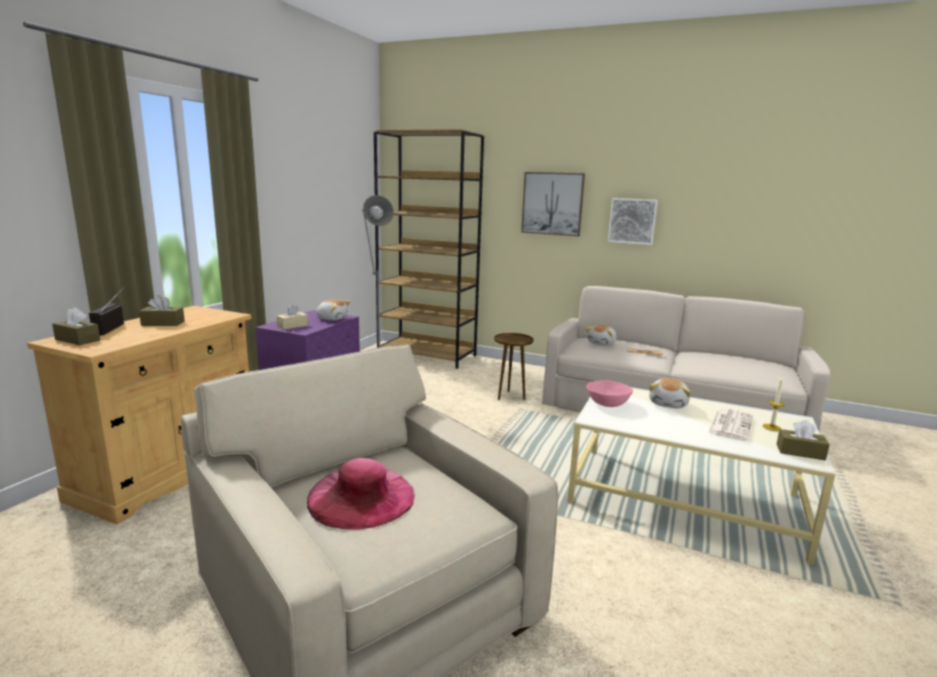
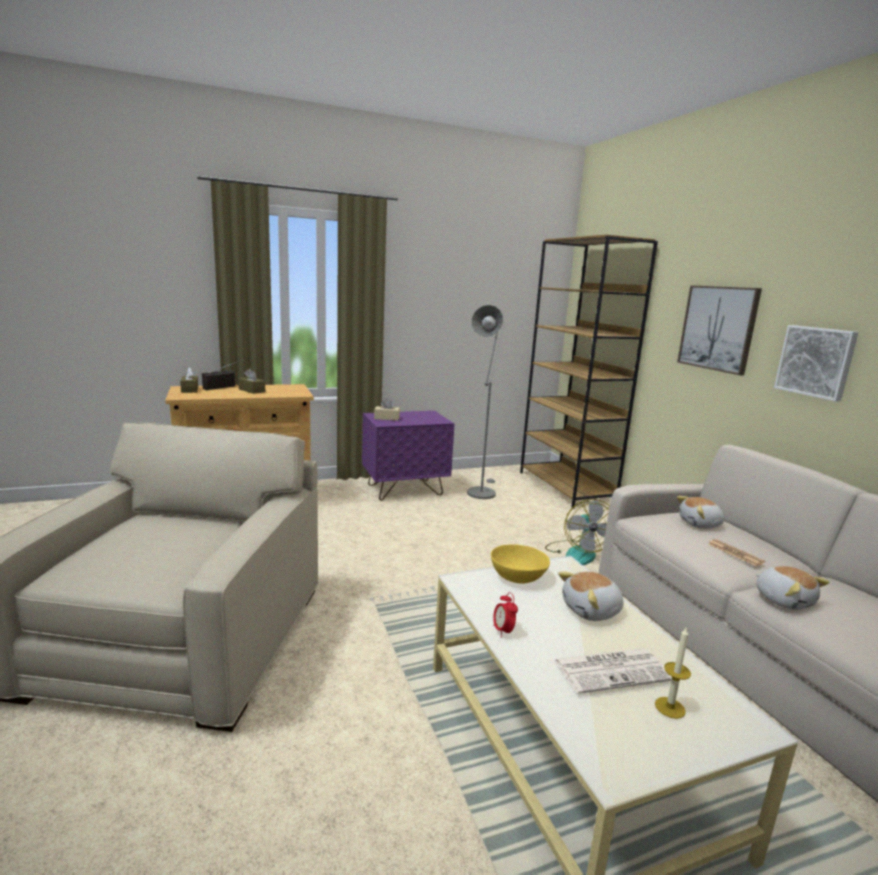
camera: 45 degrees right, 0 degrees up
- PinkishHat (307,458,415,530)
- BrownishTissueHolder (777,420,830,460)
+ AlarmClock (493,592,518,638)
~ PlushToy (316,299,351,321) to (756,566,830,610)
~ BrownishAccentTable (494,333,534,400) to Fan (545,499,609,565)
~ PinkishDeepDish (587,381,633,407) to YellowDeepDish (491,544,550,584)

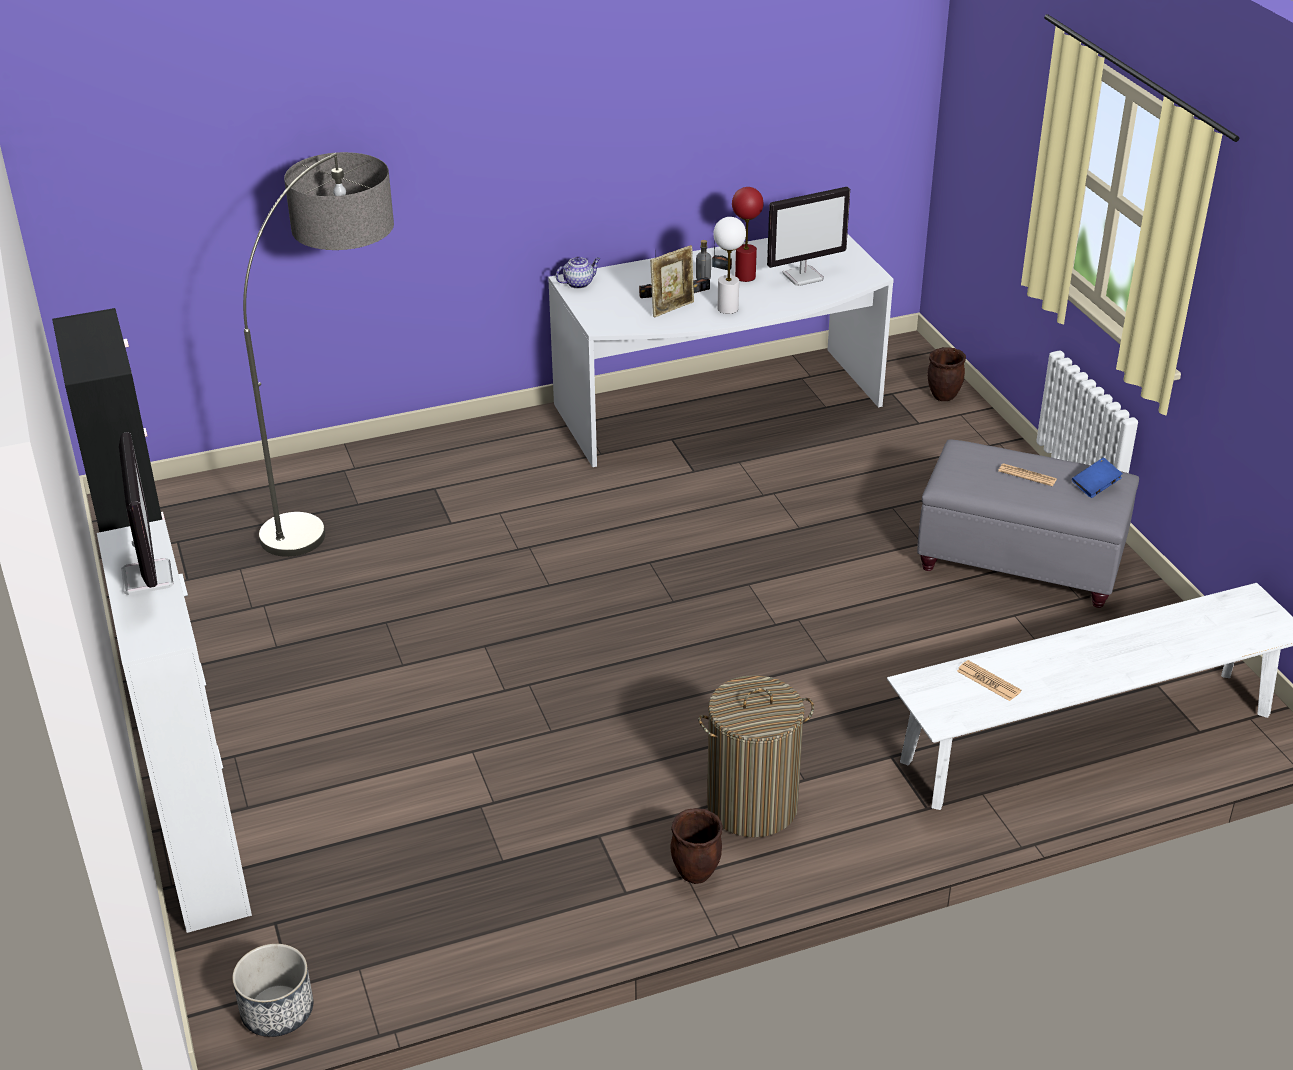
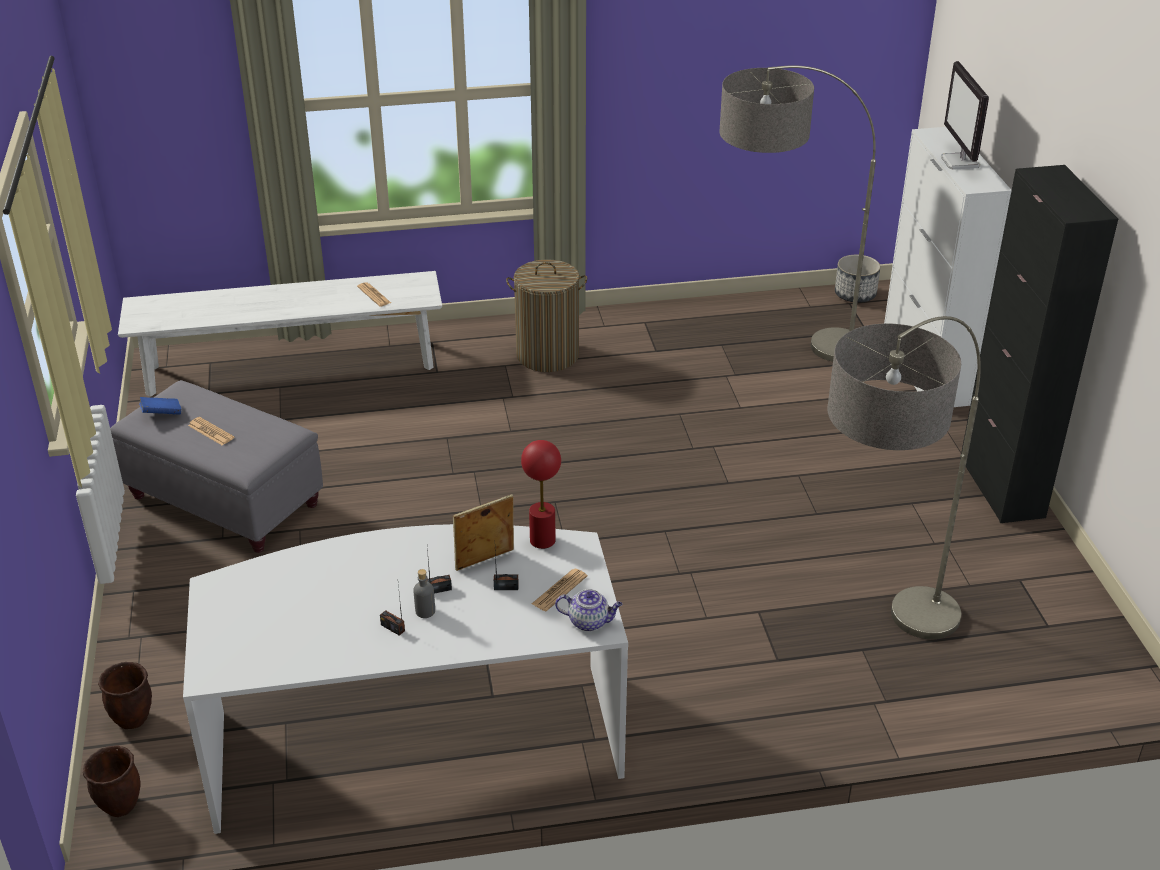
camera: 170 degrees left, 0 degrees up
- WhiteLampForATable (713,217,746,314)
- ComputerScreen (767,187,850,286)
+ PrintedPaper (532,569,587,612)
+ StandingLamp (719,65,876,362)
~ BrownishFlowerPot (670,808,723,884) to (83,745,140,817)
~ RedLampForATable (732,187,763,282) to (521,440,561,549)
~ Teapot (556,256,601,289) = (555,589,623,631) 150 degrees counterclockwise

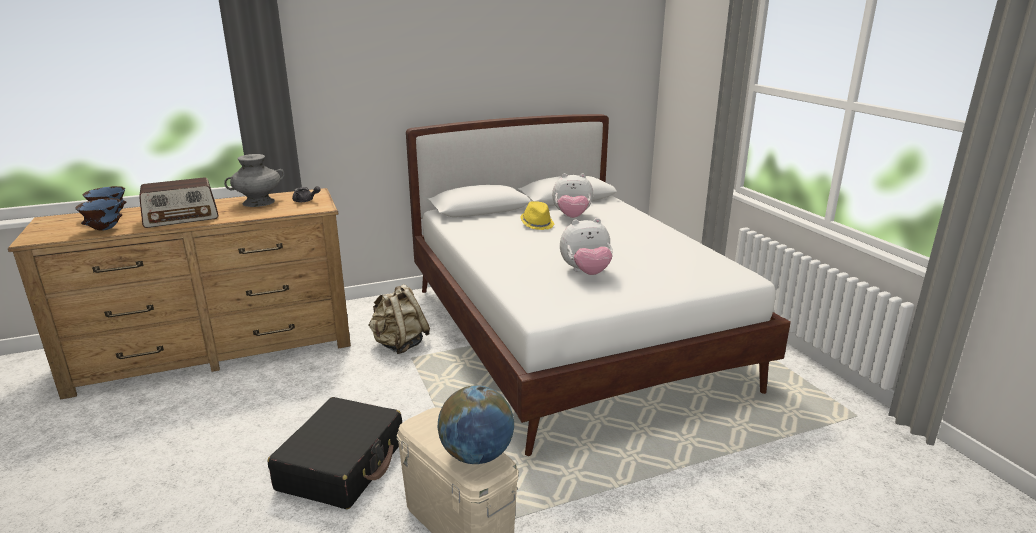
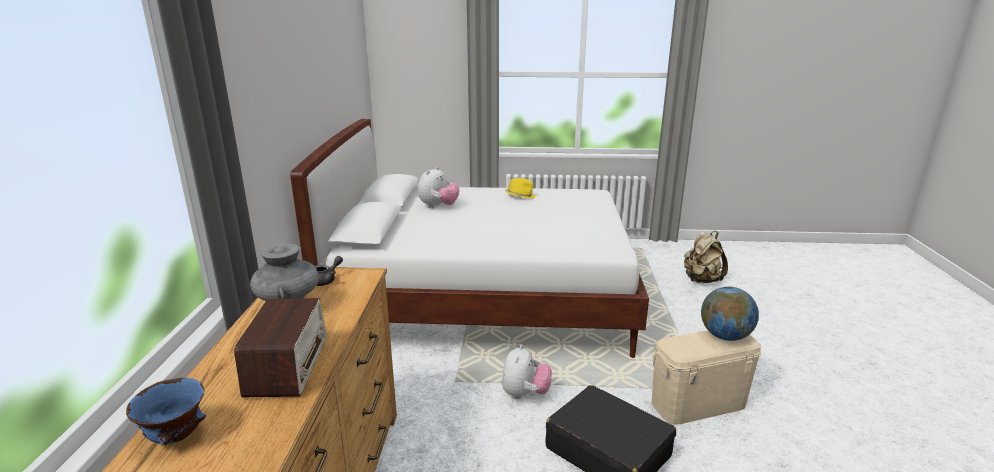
camera: 65 degrees left, 0 degrees up
- BluishDeepDish (75,198,122,231)
~ SandColouredBackpack (369,284,430,354) to (684,231,728,283)
~ YellowHat (520,201,554,230) to (505,178,536,198)
~ PlushToy (560,218,613,275) to (502,345,552,399)

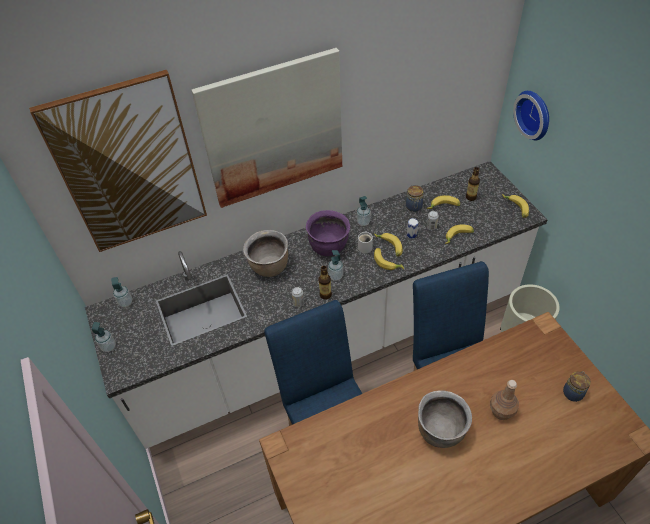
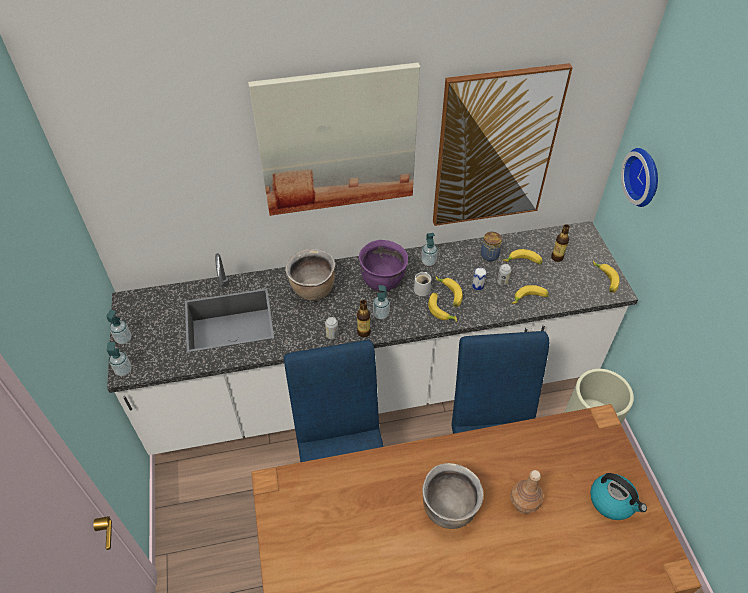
camera: 10 degrees right, 0 degrees up
~ WallArt (29,70,207,252) to (433,63,573,226)
~ LiquidSoapBottle (111,277,132,307) to (107,342,132,376)
~ Jar (563,371,591,402) to WaterKettle (590,473,647,520)

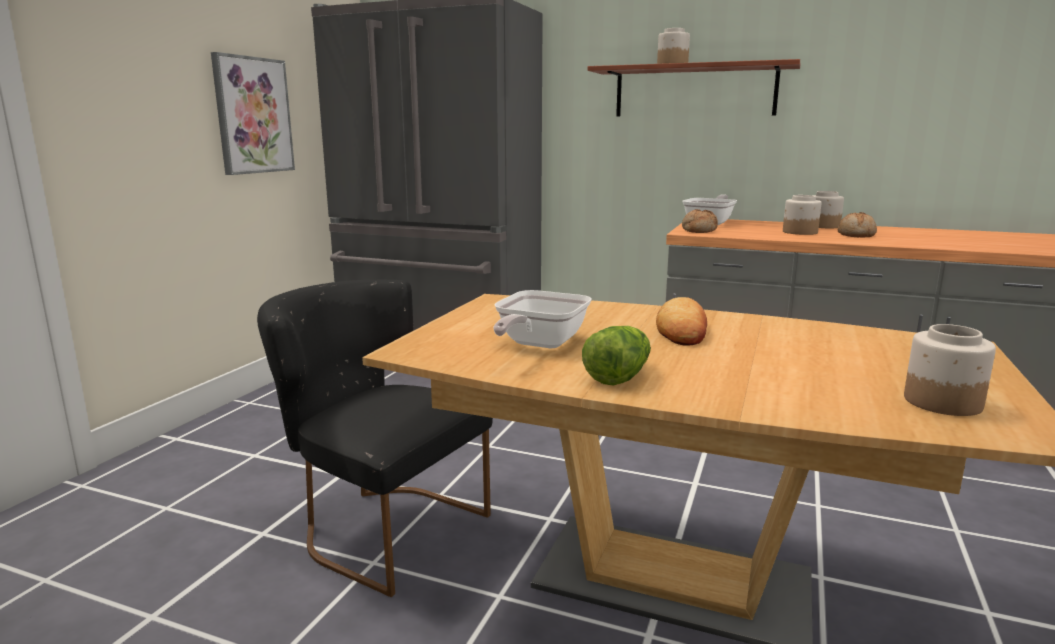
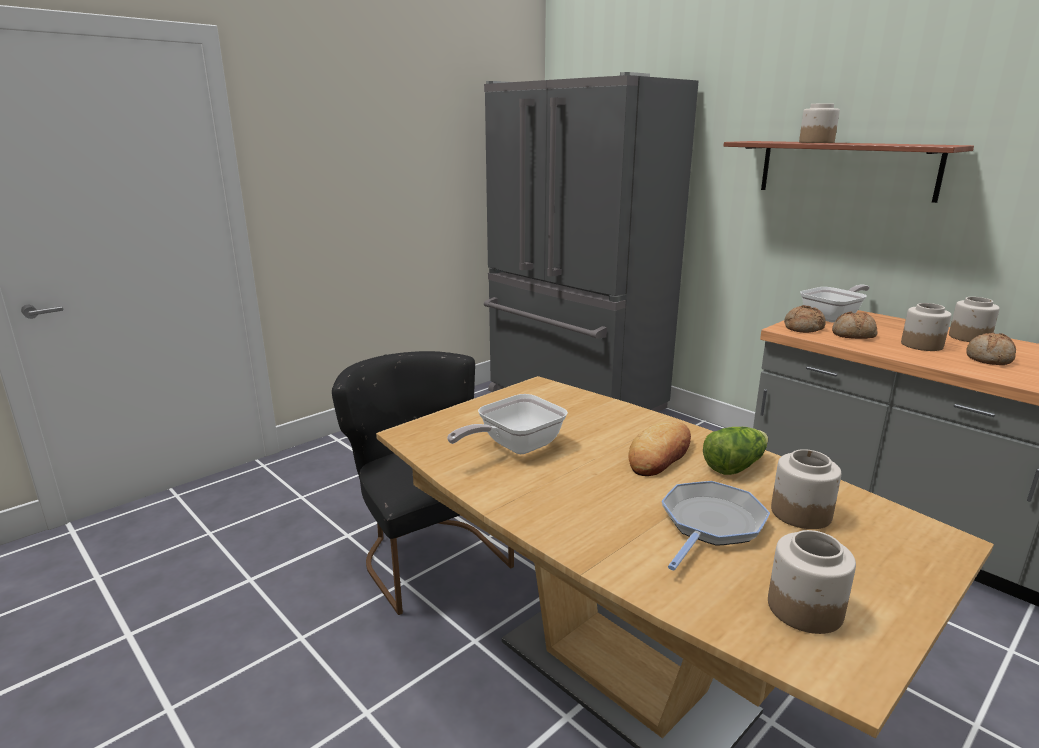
camera: 25 degrees right, 5 degrees up
- WallArt (211,52,295,175)
+ FryingPan (662,481,770,570)
+ Jar (771,449,841,529)
+ BakeryBread (832,311,878,339)
~ Lettuce (582,326,651,386) to (703,427,768,475)

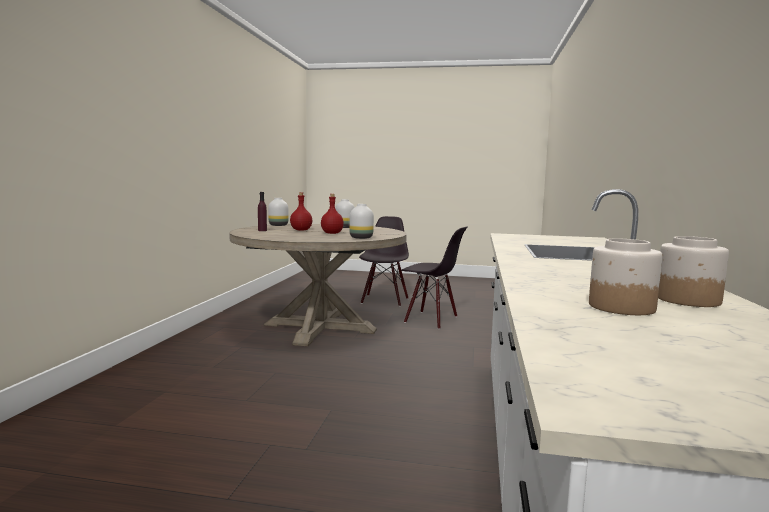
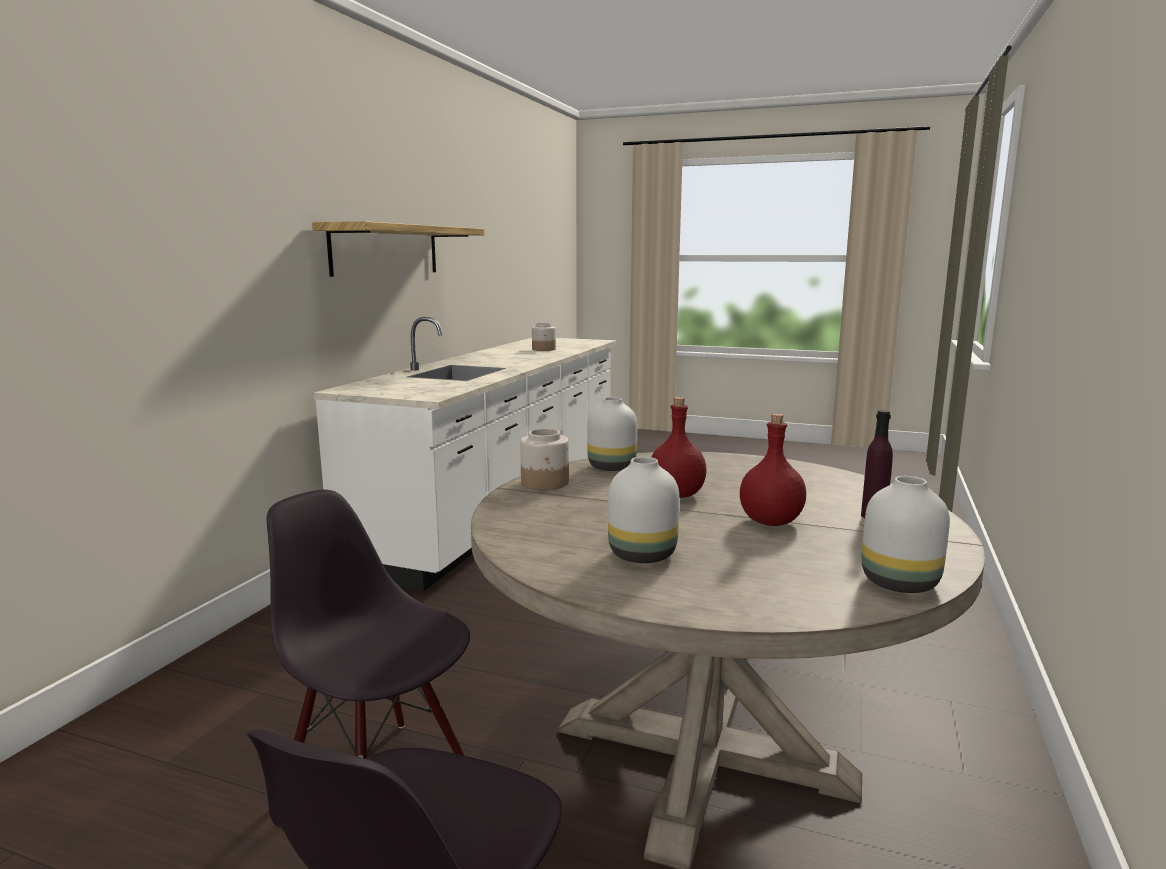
camera: 170 degrees left, 5 degrees up
+ Shelf (312,221,484,277)
~ Jar (658,236,729,307) to (520,429,569,490)

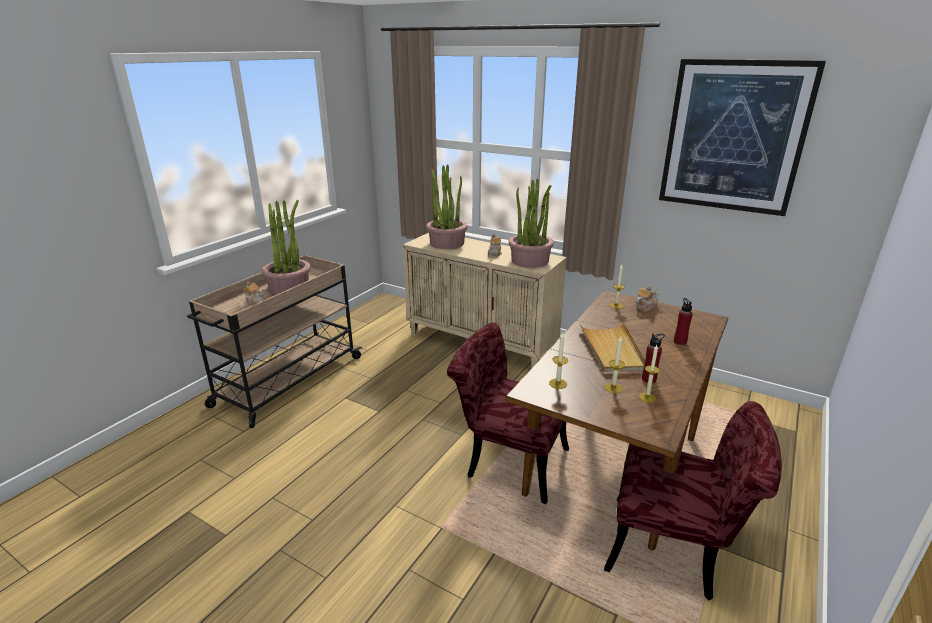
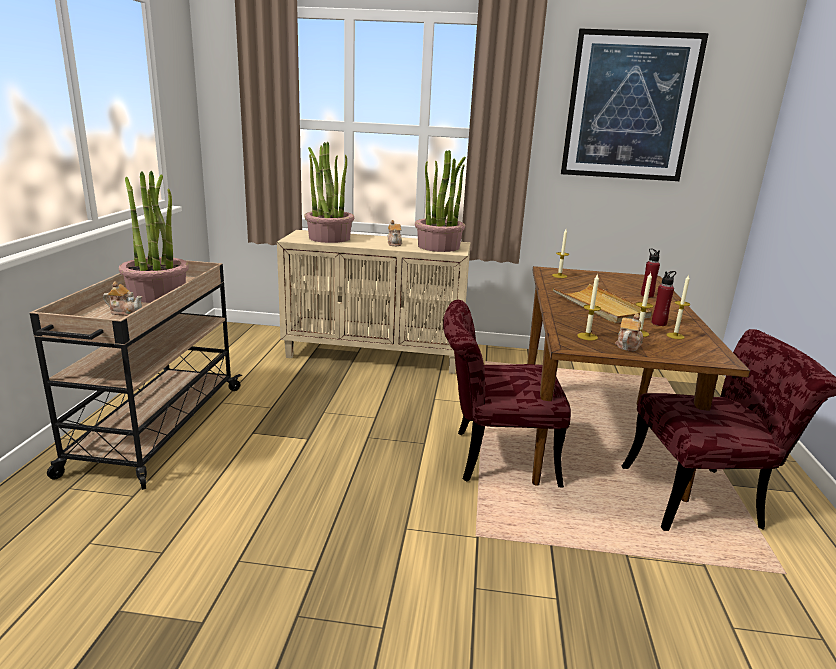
camera: 25 degrees left, 5 degrees down
~ Teapot (636,286,660,311) to (615,314,643,351)

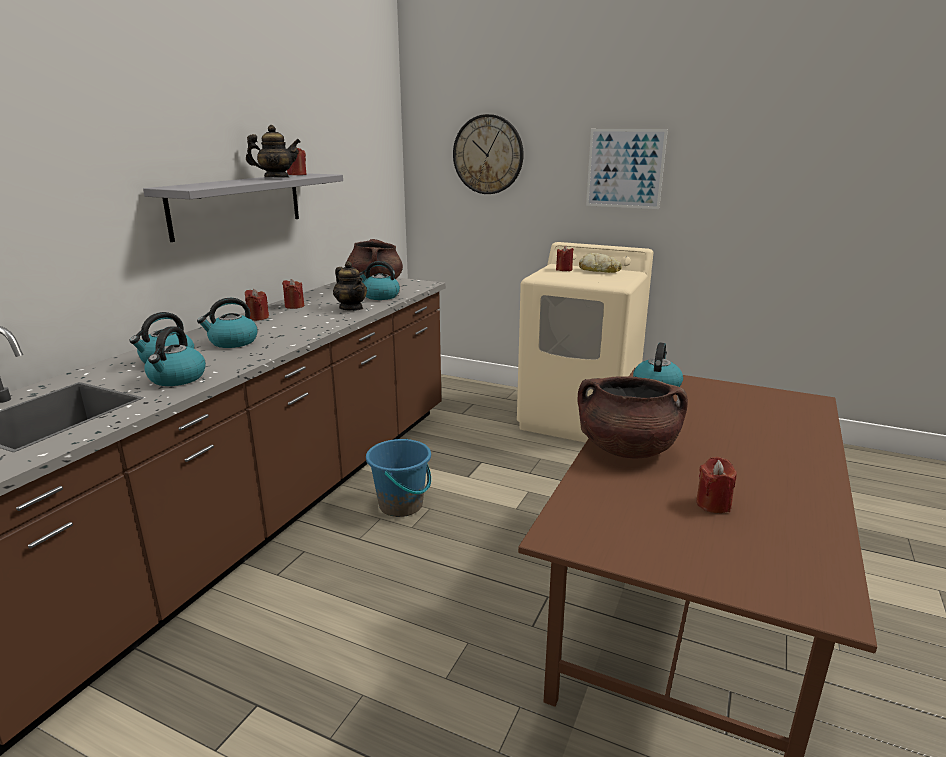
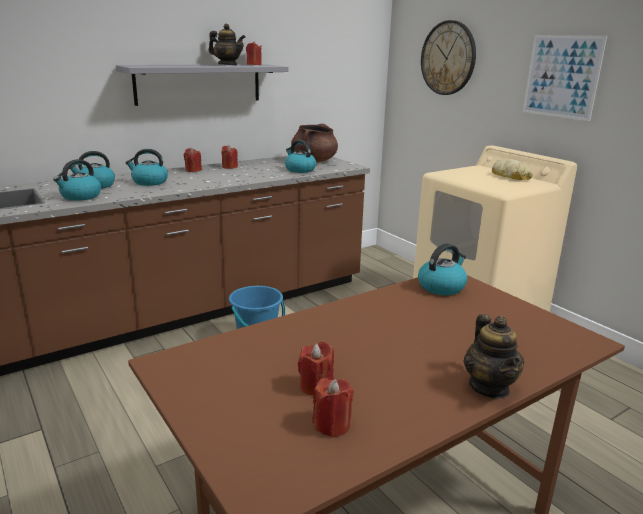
camera: 30 degrees right, 0 degrees up
- BrownishSaucepot (577,376,688,458)
~ Teapot (333,261,367,311) to (464,314,524,399)
~ RedCandle (556,246,574,271) to (312,378,354,437)

